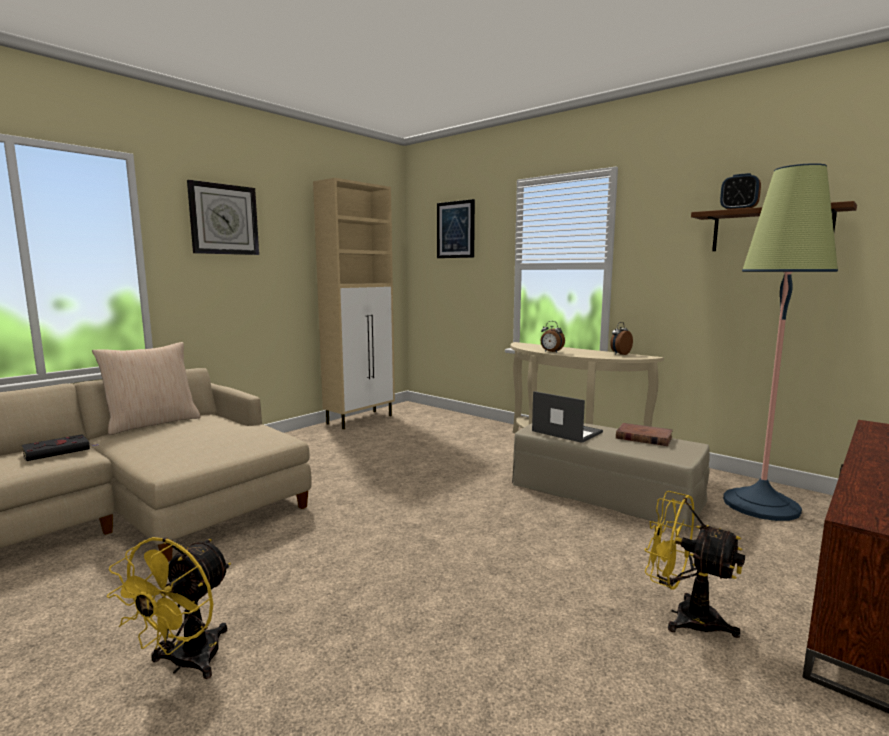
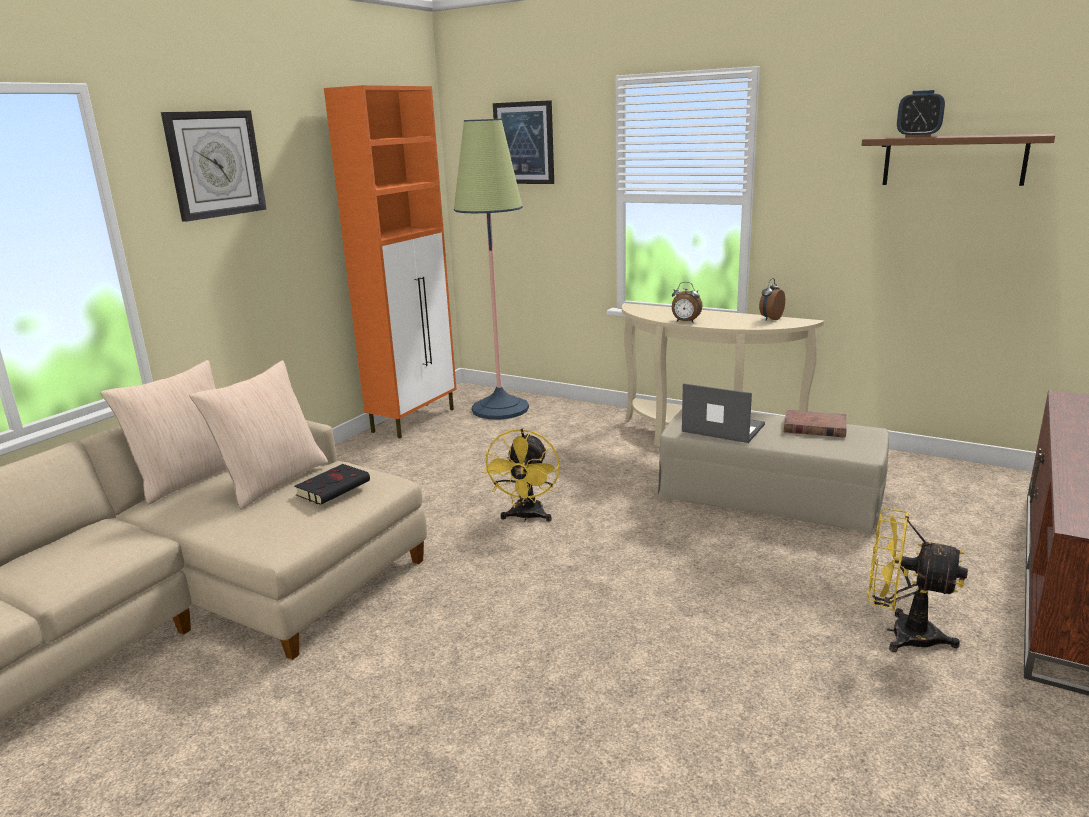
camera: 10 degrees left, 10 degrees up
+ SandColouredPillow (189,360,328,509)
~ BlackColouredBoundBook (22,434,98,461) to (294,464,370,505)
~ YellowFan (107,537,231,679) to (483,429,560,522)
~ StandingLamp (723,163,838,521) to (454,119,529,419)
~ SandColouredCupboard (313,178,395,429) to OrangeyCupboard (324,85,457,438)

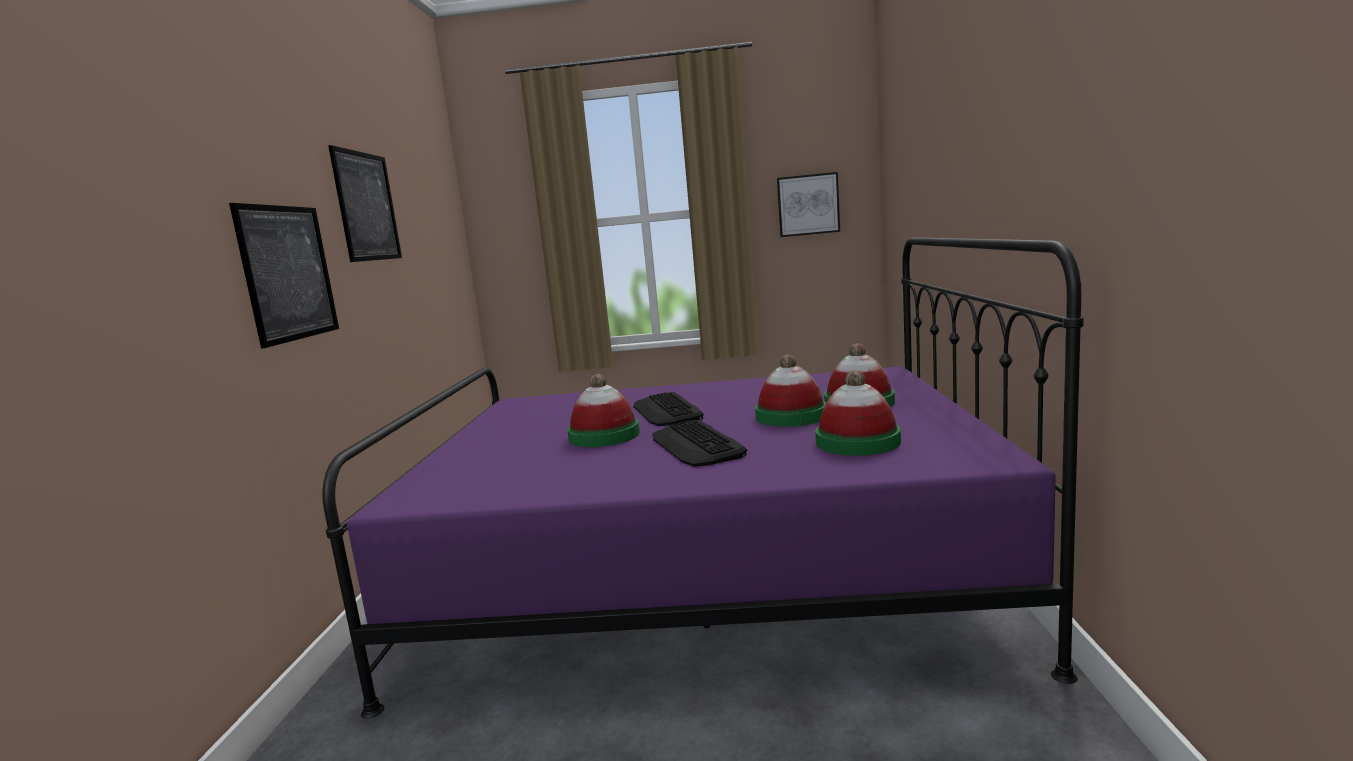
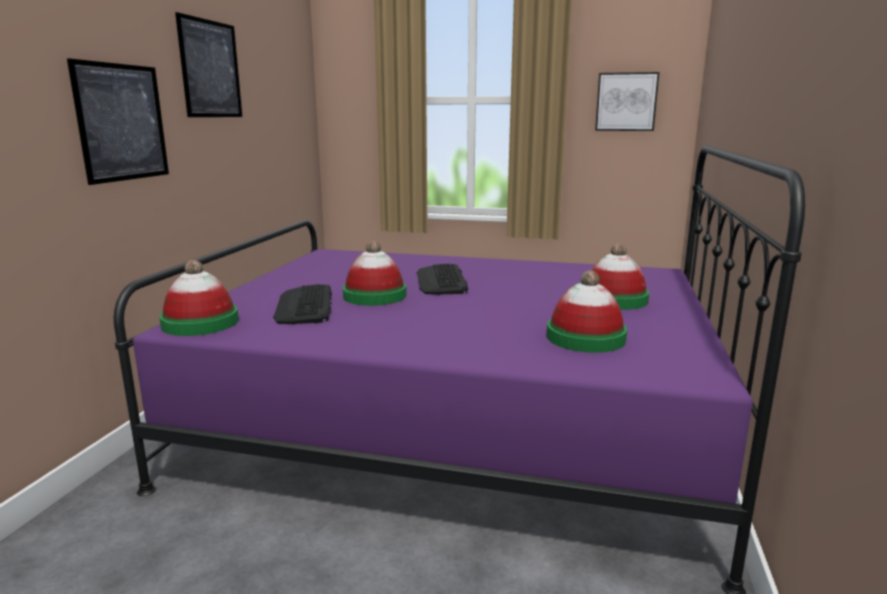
camera: 10 degrees right, 5 degrees up
~ Keyboard (652,420,747,467) to (273,284,332,324)
~ Hat (755,354,826,427) to (159,260,239,336)

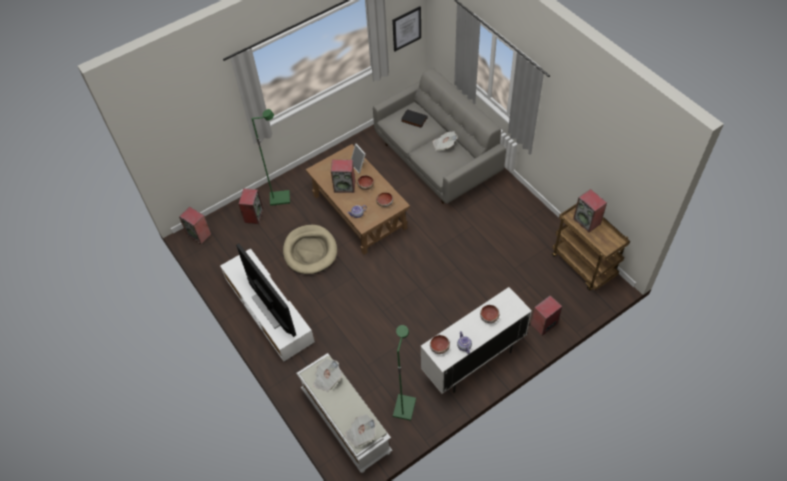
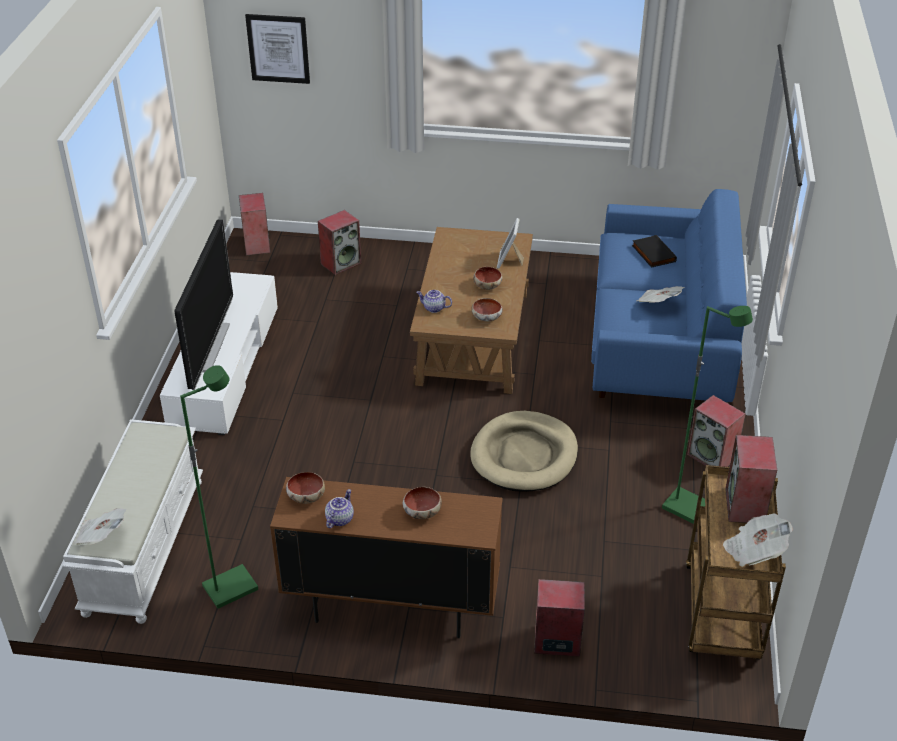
camera: 40 degrees right, 15 degrees down
~ GreenishStandingLamp (251,109,290,206) to (662,306,753,524)
~ SandColouredDogCushion (283,225,337,274) to (470,411,578,492)
~ PrintedPaper (313,359,342,392) to (723,513,793,567)
~ Speaker (331,160,355,193) to (687,395,746,467)
~ WallArt (392,6,421,51) to (245,14,310,84)
~ GreyishSofa (373,68,506,204) to BluishSofa (591,189,747,402)
~ WhiteCupboard (421,287,532,394) to BrownishCupboard (270,477,503,638)

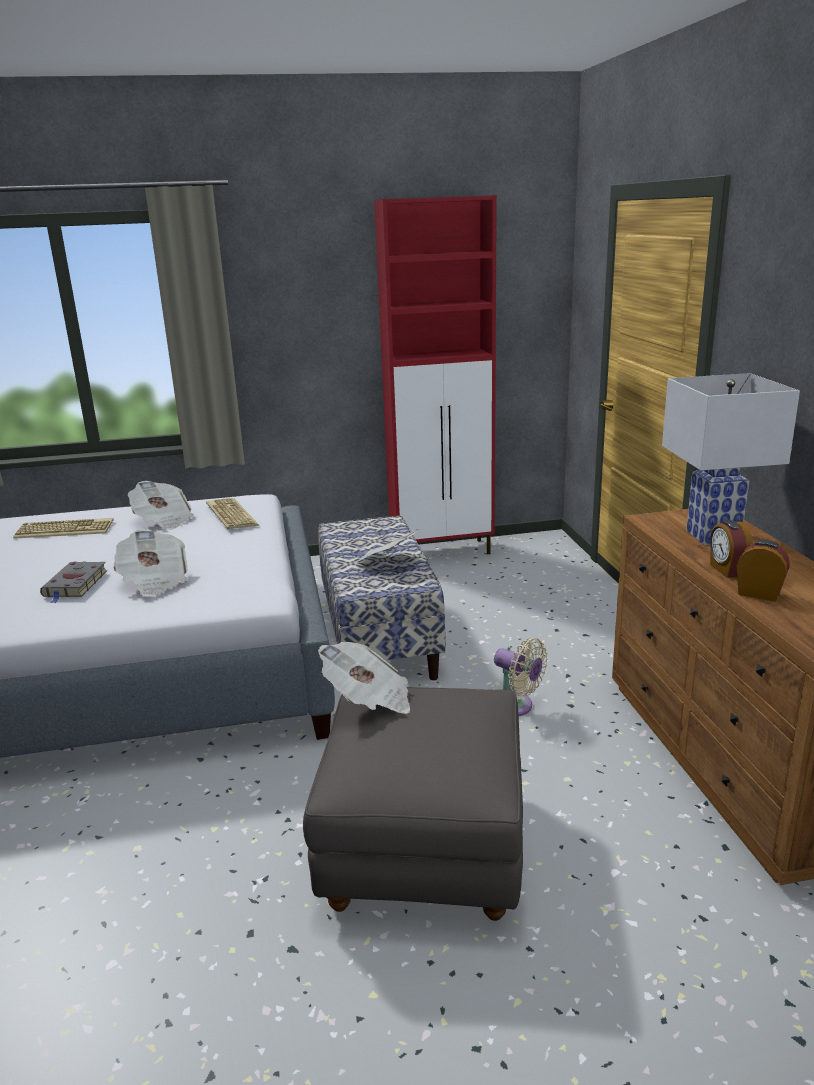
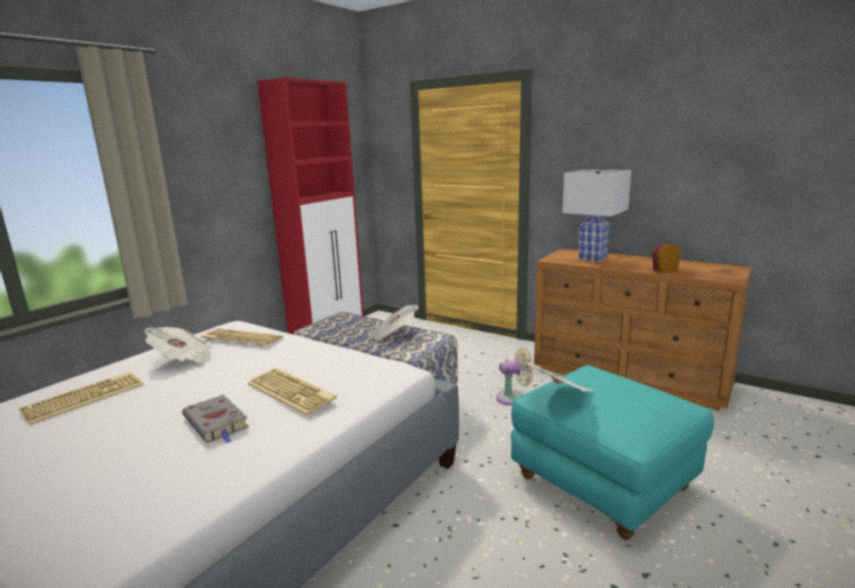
camera: 45 degrees left, 5 degrees down
- AlarmClock (710,520,754,578)
~ PrintedPaper (113,529,188,597) to Keyboard (248,368,337,416)
~ GreyishFootrest (303,687,523,921) to TurquoiseColouredFootrest (511,365,714,540)

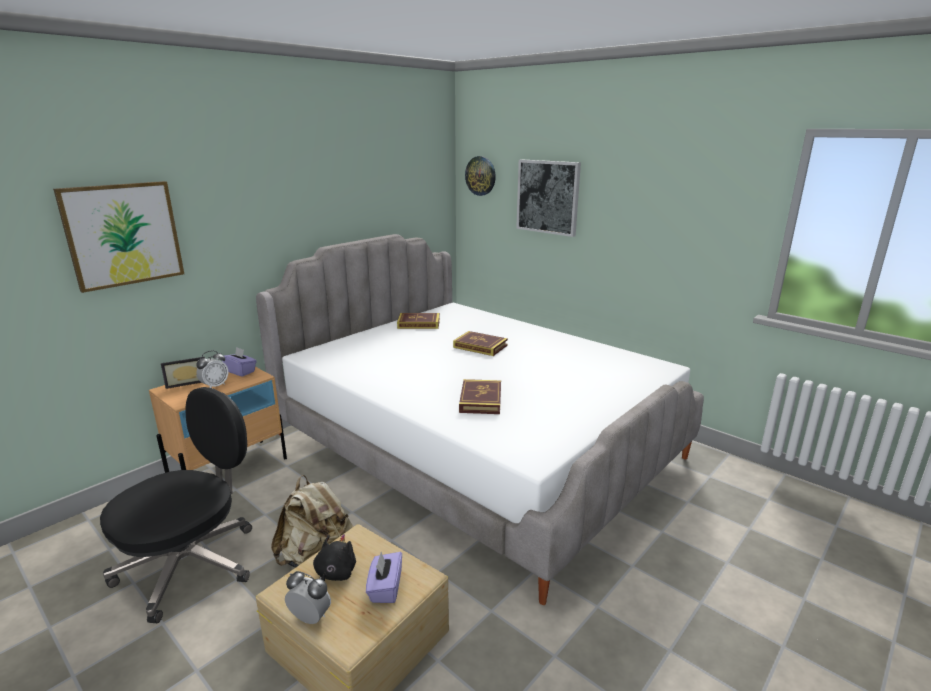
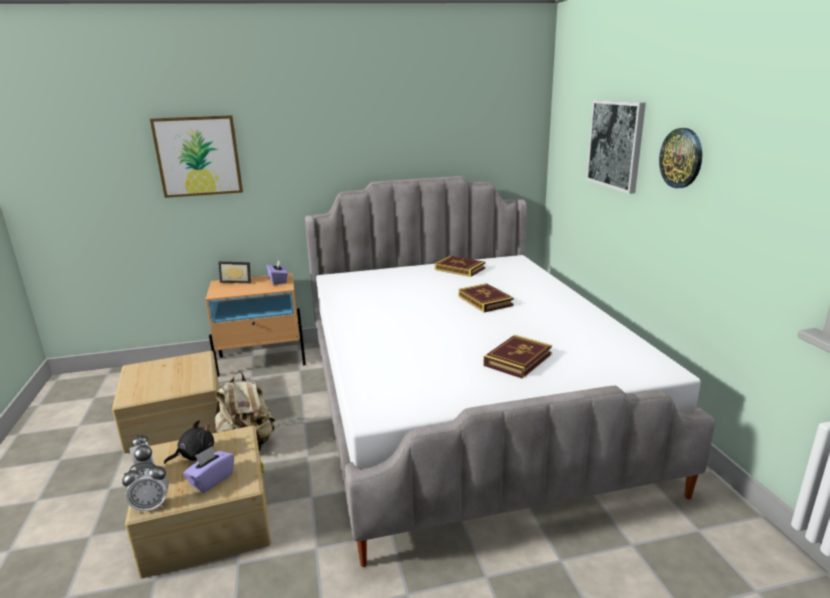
camera: 35 degrees right, 0 degrees up
~ AlarmClock (196,350,228,388) to (122,462,169,513)
~ BoundBook (459,379,501,414) to (484,335,552,379)
~ HangingClock (465,156,496,196) to (659,128,702,188)
~ BlackColouredOfficeChair (100,387,252,623) to SandColouredStorageBin (112,351,220,454)

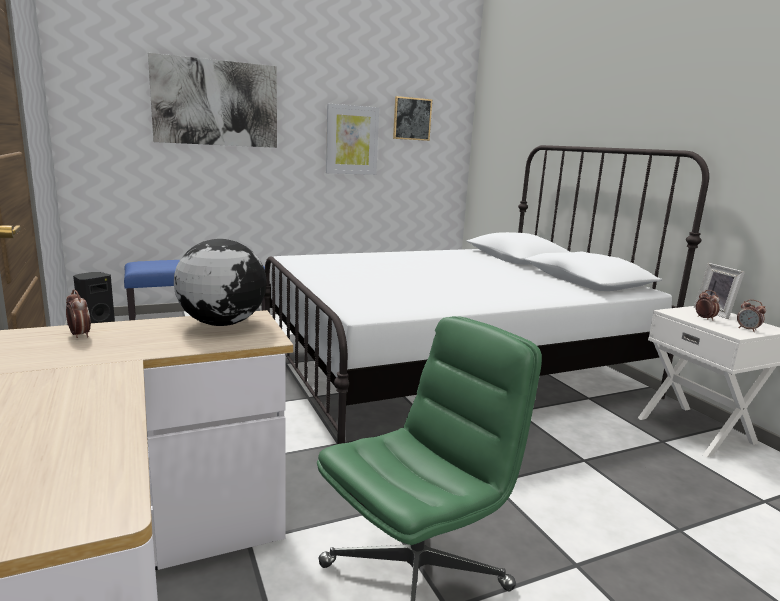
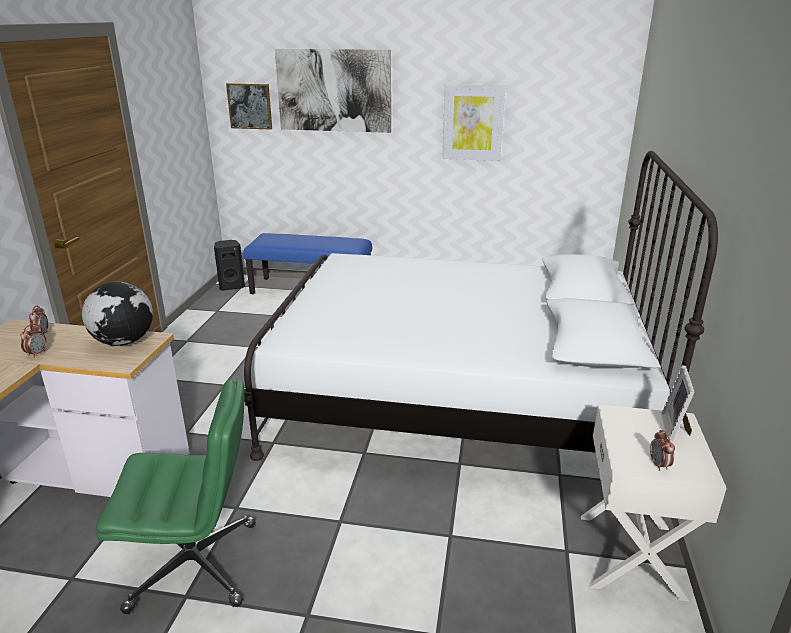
camera: 35 degrees right, 10 degrees up
~ WallArt (393,96,432,141) to (226,83,272,129)
~ AlarmClock (696,290,720,320) to (21,323,46,358)

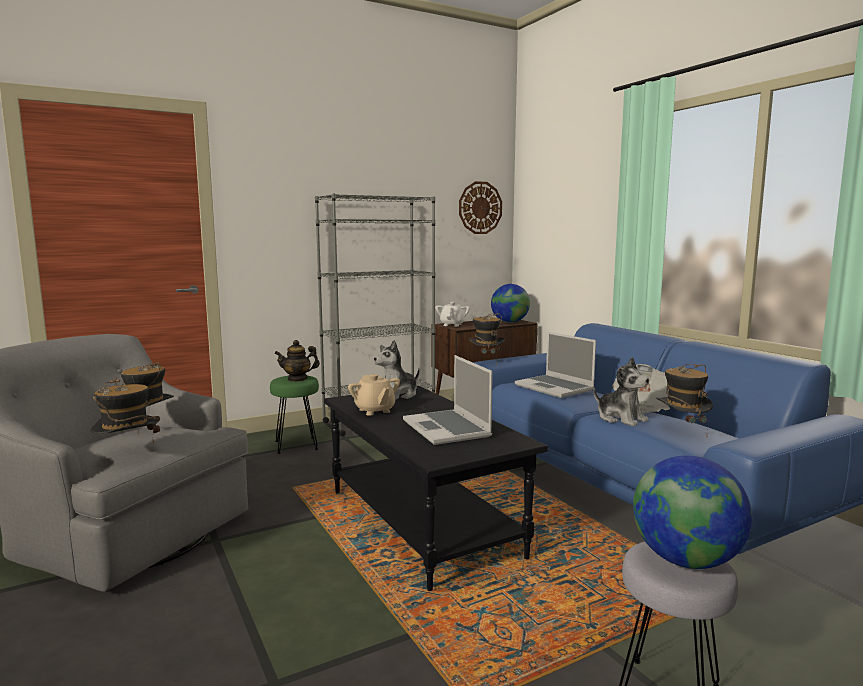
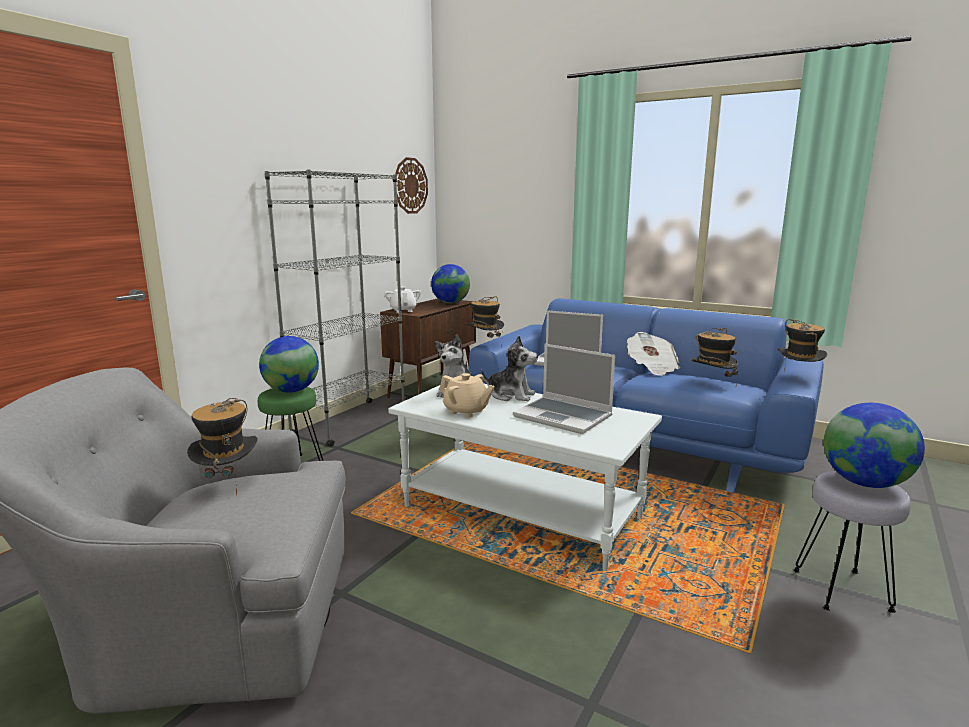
camera: 30 degrees left, 5 degrees up
~ Hat (90,378,160,445) to (777,319,827,363)
~ PlushToy (594,357,649,426) to (481,336,538,401)
~ Teapot (274,340,320,381) to DeskGlobe (259,336,319,393)
~ BlackColouredLowTable (324,385,548,591) to WhiteLowTable (388,384,662,571)

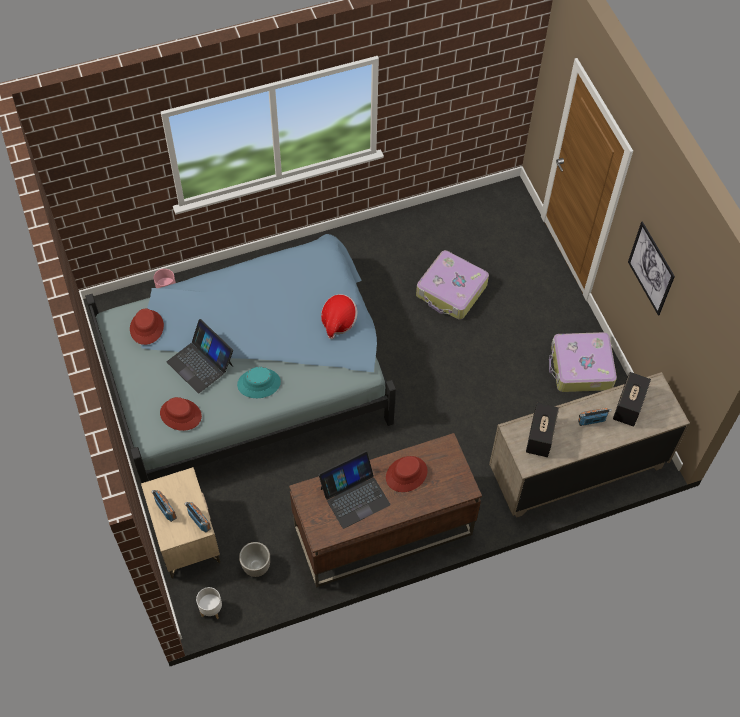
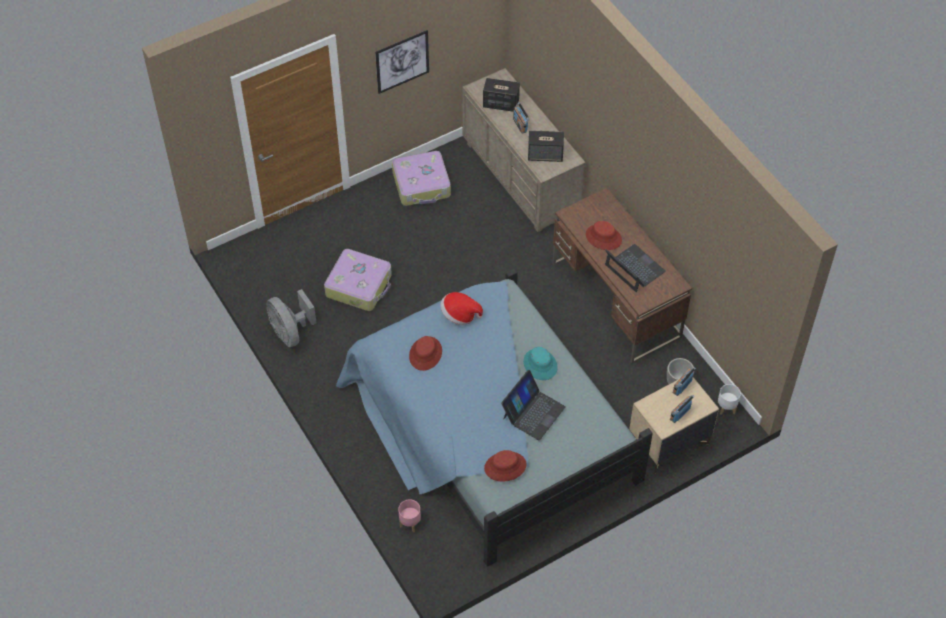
camera: 100 degrees left, 5 degrees down
+ GreyishFan (266,289,317,347)
~ RedHat (160,397,202,431) to (409,336,442,371)

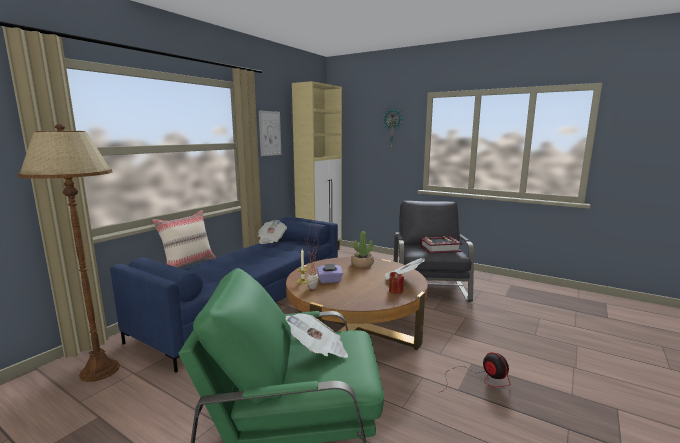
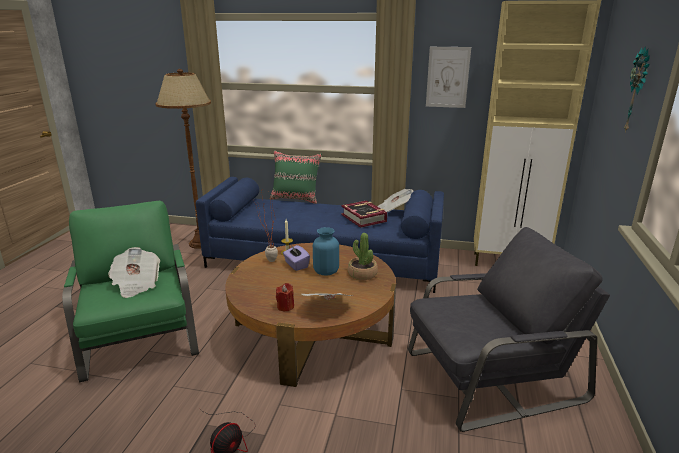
camera: 70 degrees right, 10 degrees up
+ BluishFlowerVase (313,227,339,276)
~ BoundBook (420,236,462,253) to (341,200,387,228)
~ SandColouredPillow (152,210,216,268) to GreenishPillow (270,150,322,204)

